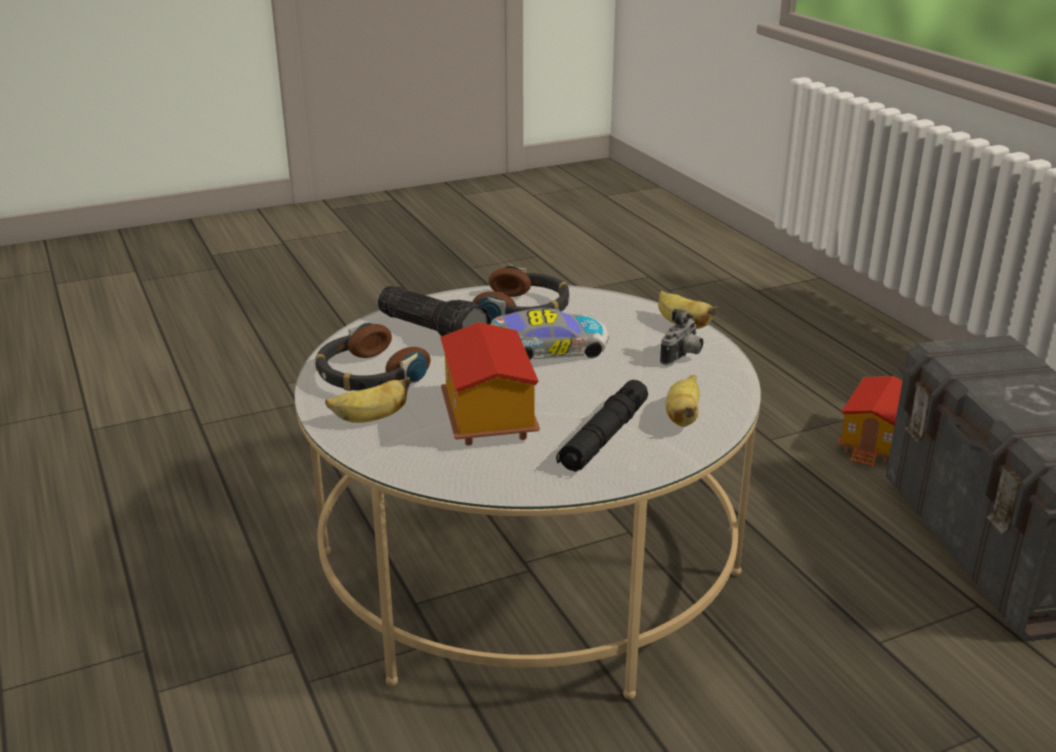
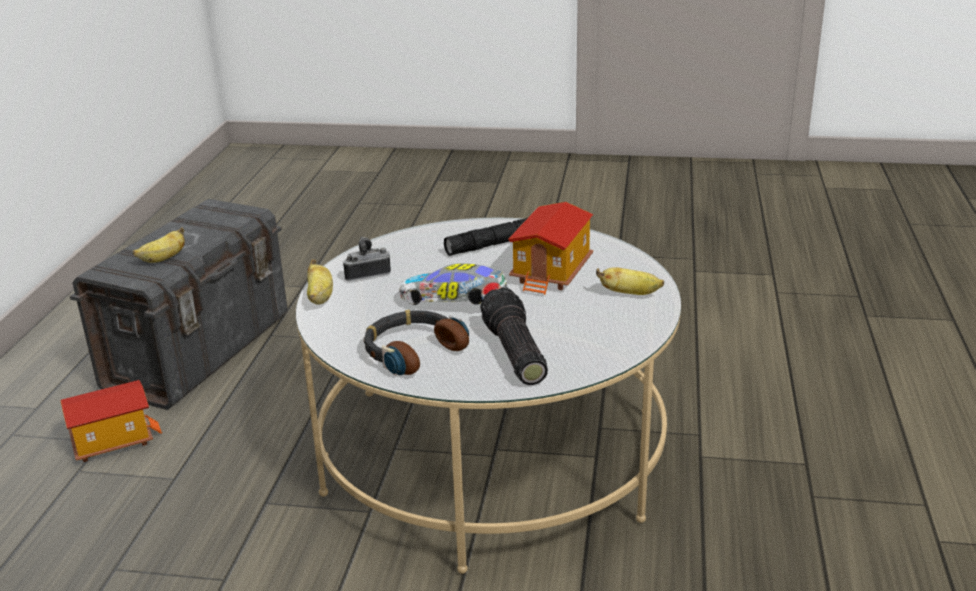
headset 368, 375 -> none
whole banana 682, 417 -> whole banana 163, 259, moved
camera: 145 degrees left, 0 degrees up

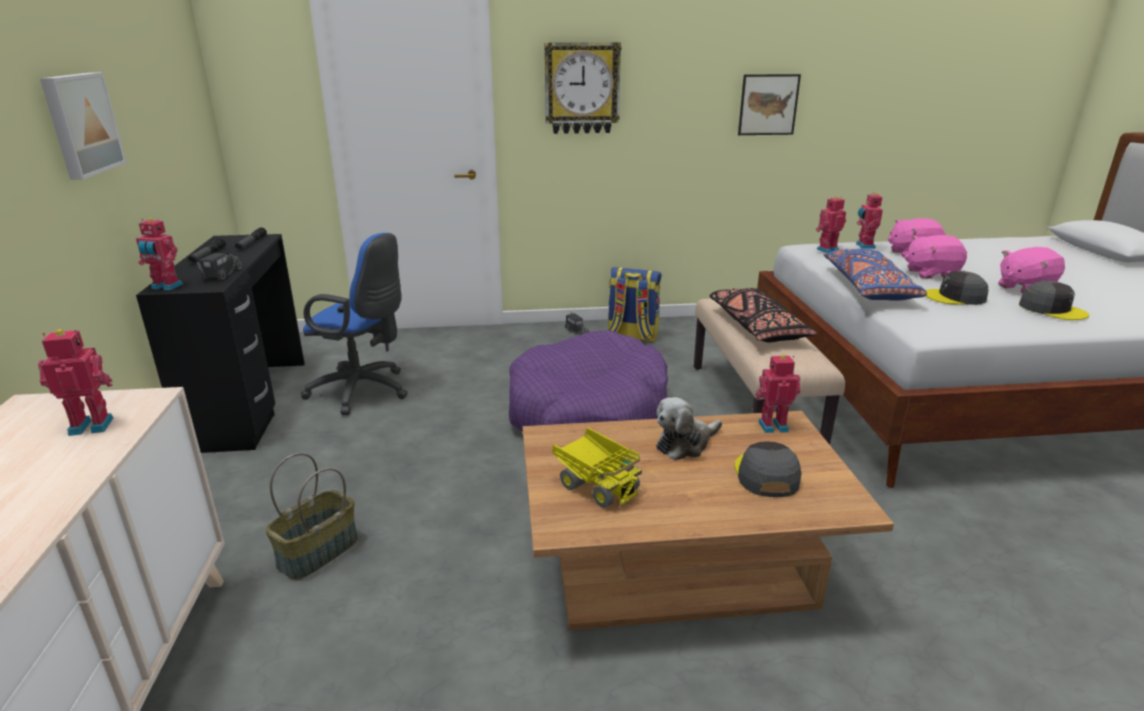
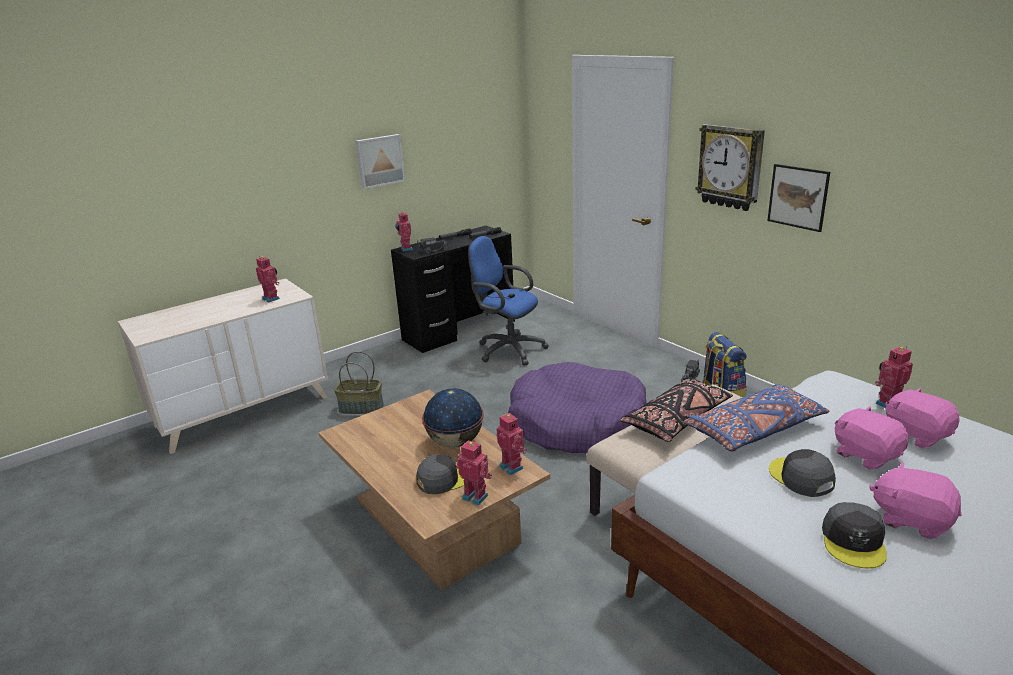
model truck 597, 485 -> none
wall art 768, 104 -> wall art 798, 197, moved
toy robot 826, 249 -> toy robot 476, 496, moved
cuddly toy 685, 444 -> desk globe 455, 442
blue computer chair 364, 391 -> blue computer chair 507, 350, 135 degrees clockwise
camera: 60 degrees right, 0 degrees up

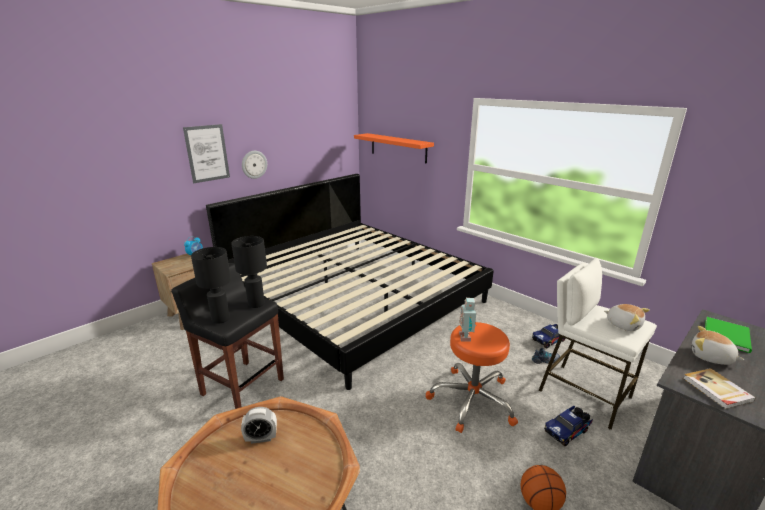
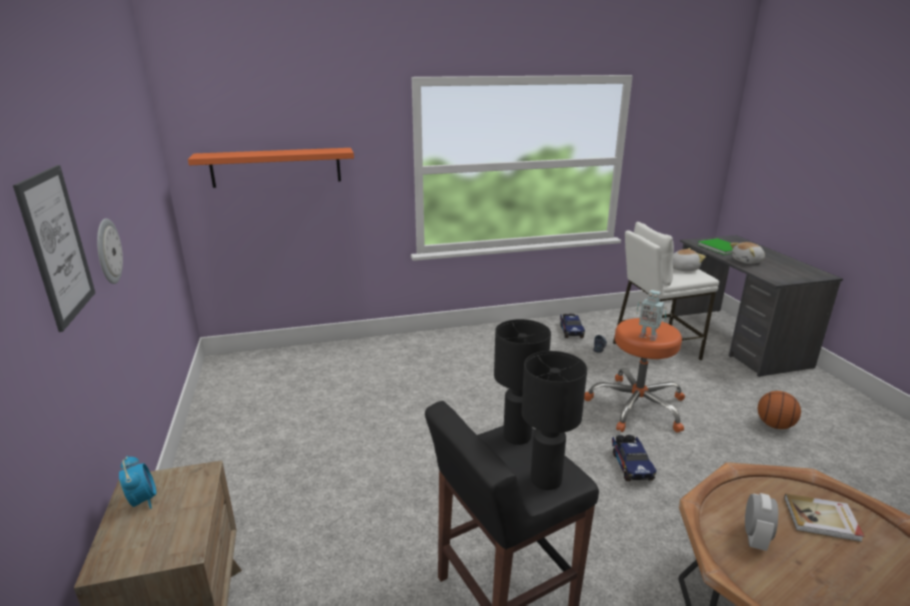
bed 353, 298 -> none
model truck 567, 430 -> model truck 631, 465, moved
book 716, 390 -> book 822, 519, moved
camera: 60 degrees left, 0 degrees up

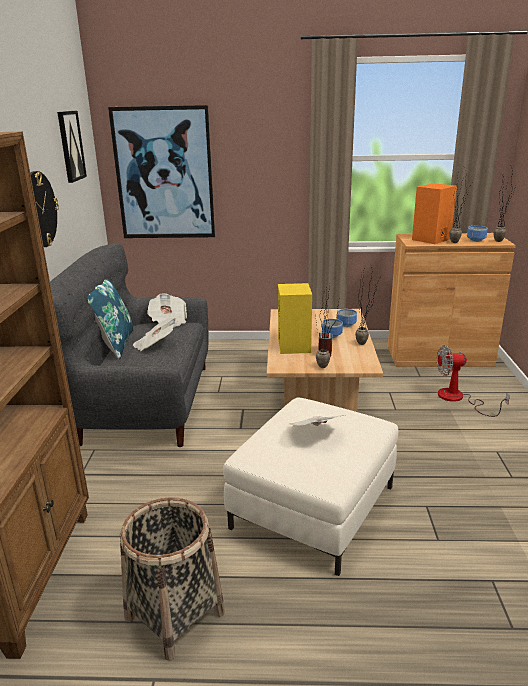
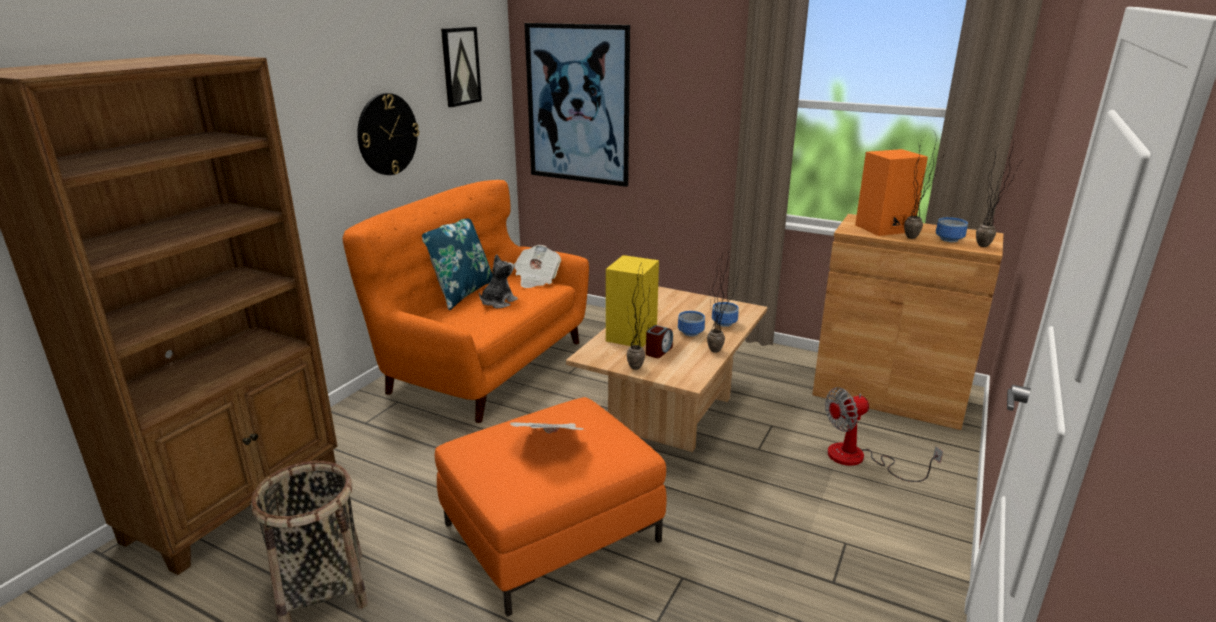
daily paper 155, 345 -> cuddly toy 498, 302
greyish couch 142, 402 -> orangey couch 483, 364
white pouffe 313, 507 -> orangey pouffe 551, 532
fan 458, 399 -> fan 859, 459, 45 degrees counterclockwise
camera: 25 degrees right, 0 degrees up

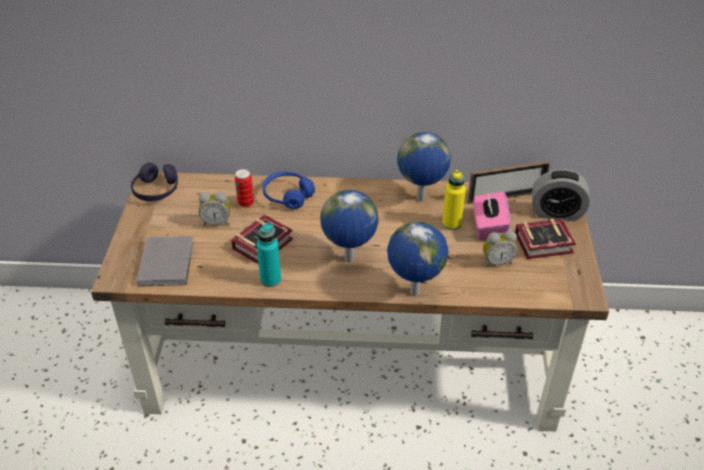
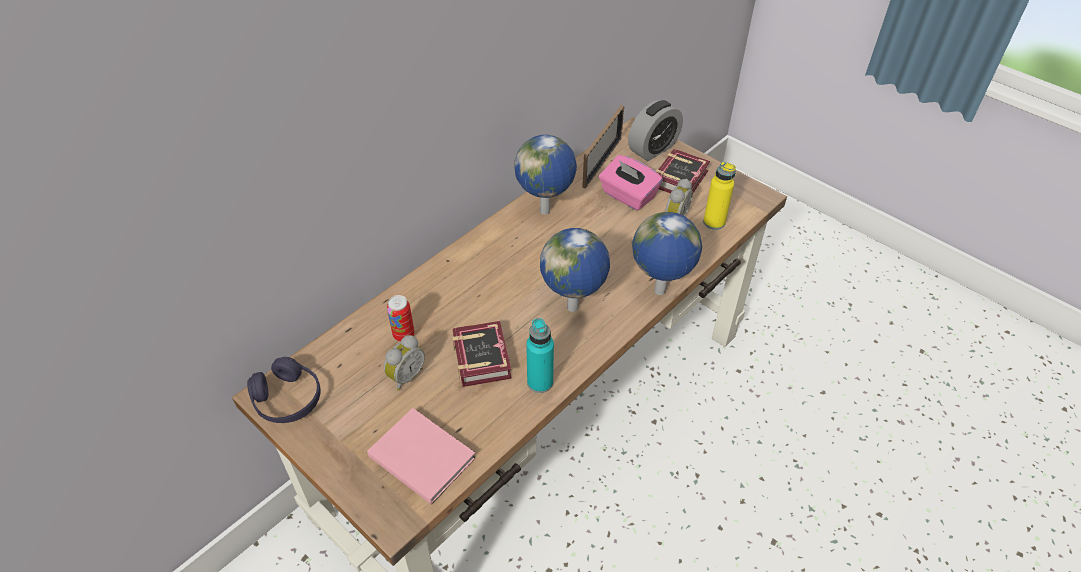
blue headset 287, 196 -> none
yellow-coloured drink bottle 451, 224 -> yellow-coloured drink bottle 714, 222, moved
greyish book 167, 262 -> pink book 421, 455
camera: 50 degrees left, 5 degrees up

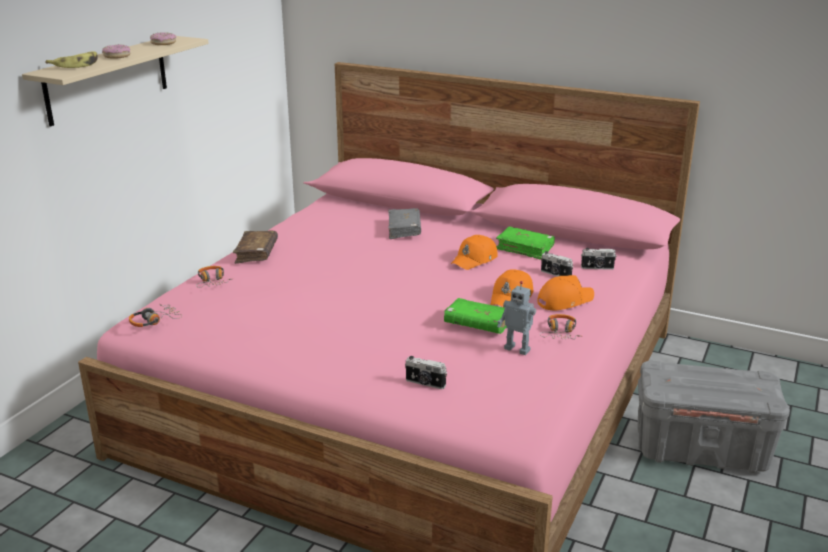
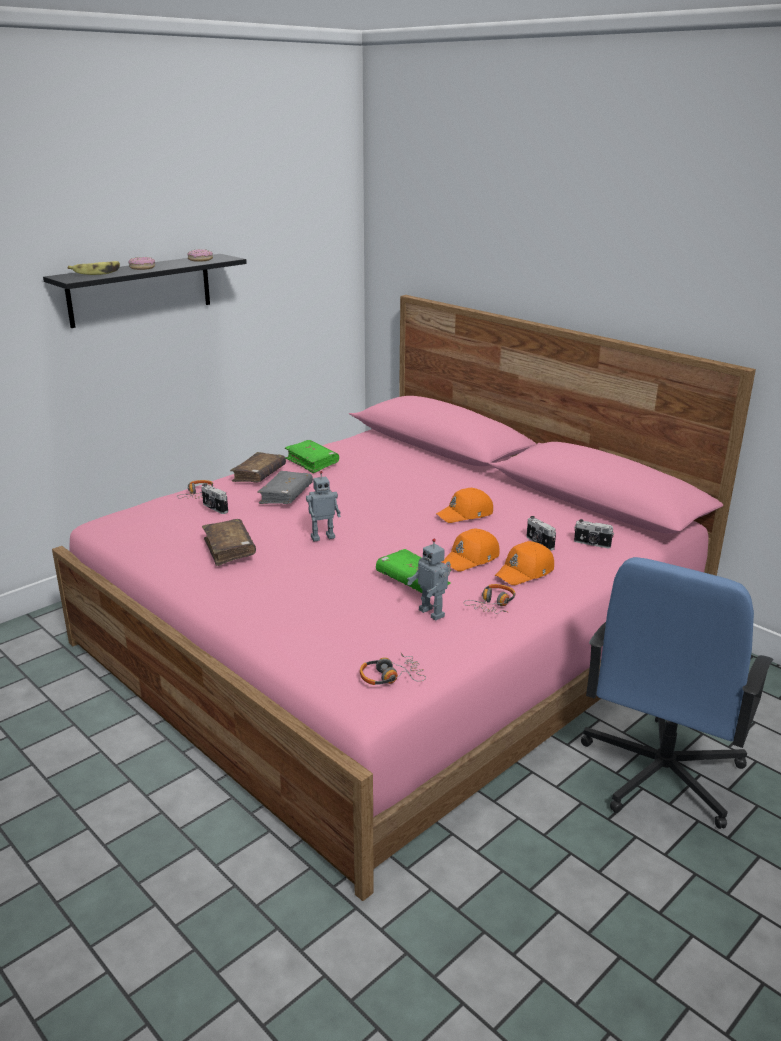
none -> brown-coloured book 229, 549
none -> toy robot 322, 537
headset 154, 321 -> headset 391, 676, moved
greyish book 404, 229 -> greyish book 286, 495, moved
photo camera 425, 383 -> photo camera 214, 508, moved
greenish book 525, 249 -> greenish book 312, 462, moved
greyish storage bin 700, 450 -> blue computer chair 660, 773
beige-coloured bracket shelf 107, 79 -> black-coloured bracket shelf 140, 290
orangey cap 564, 301 -> orangey cap 525, 572, 150 degrees clockwise
camera: 20 degrees right, 0 degrees up

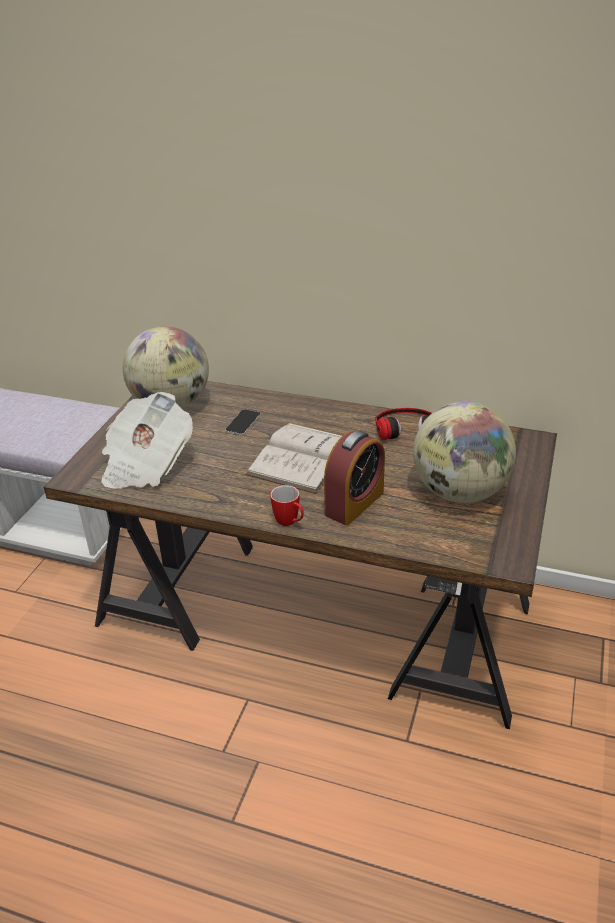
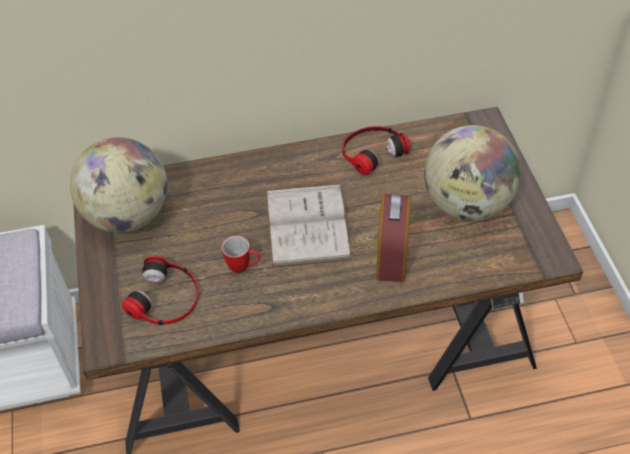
telephone 243, 423 -> none
coffee mug 290, 523 -> coffee mug 244, 267, moved
daily paper 146, 464 -> headset 165, 298
camera: 30 degrees left, 15 degrees up

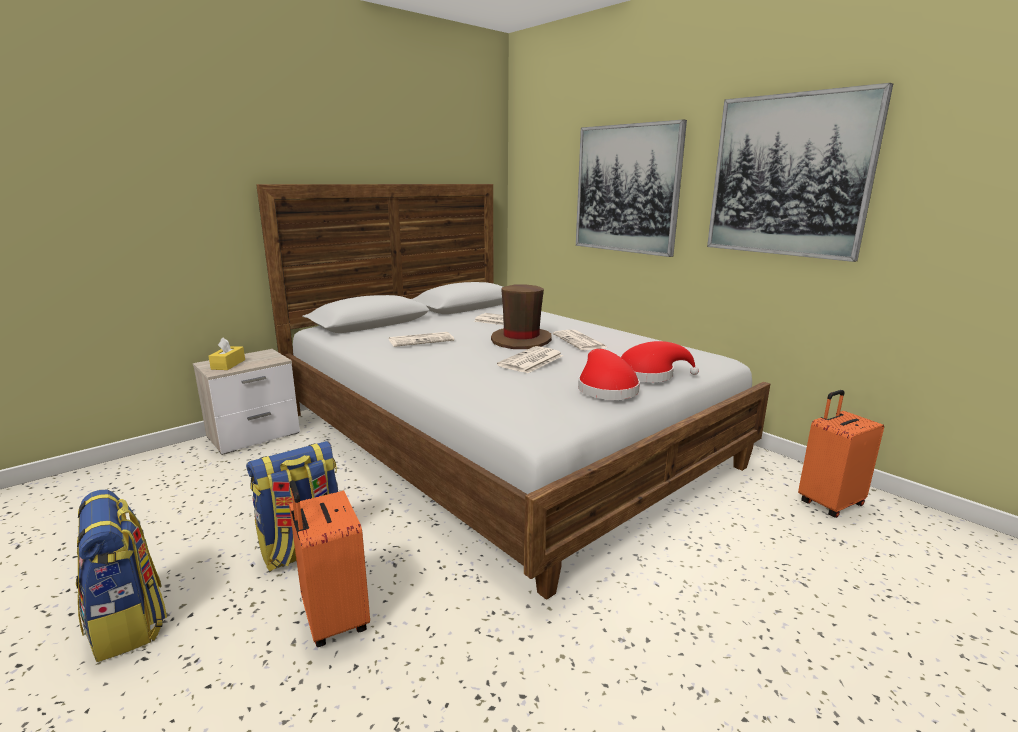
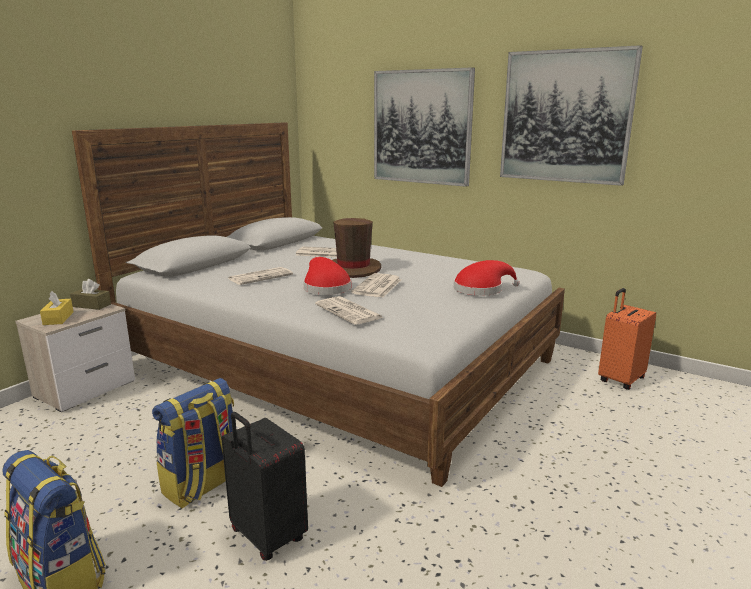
none -> brown-coloured tissue box 91, 305
daily paper 580, 341 -> daily paper 349, 311, moved
red wearable hat 605, 388 -> red wearable hat 325, 288, moved
orangey piece of luggage 333, 620 -> black-coloured piece of luggage 266, 537
camera: 15 degrees left, 0 degrees up

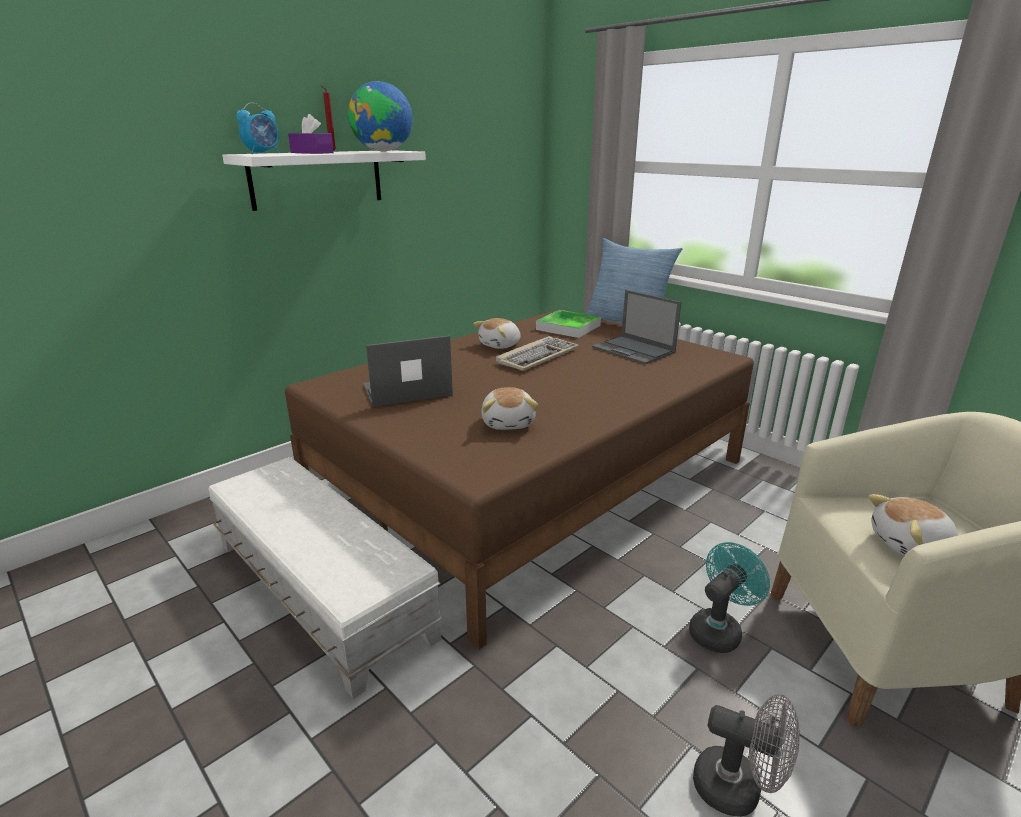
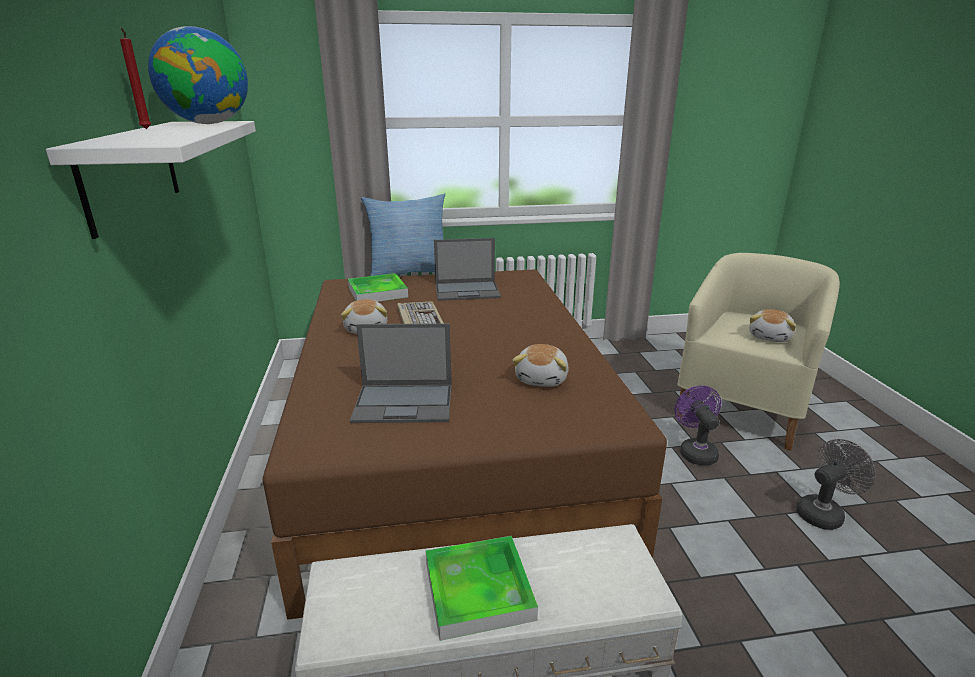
alarm clock 263, 153 -> none
purplish tissue box 312, 153 -> none
none -> tray 478, 590
turquoise fan 719, 630 -> purplish fan 695, 451
laptop 406, 390 -> laptop 405, 403, 105 degrees counterclockwise
cuddly toy 509, 423 -> cuddly toy 542, 379, 75 degrees clockwise
camera: 55 degrees left, 0 degrees up

